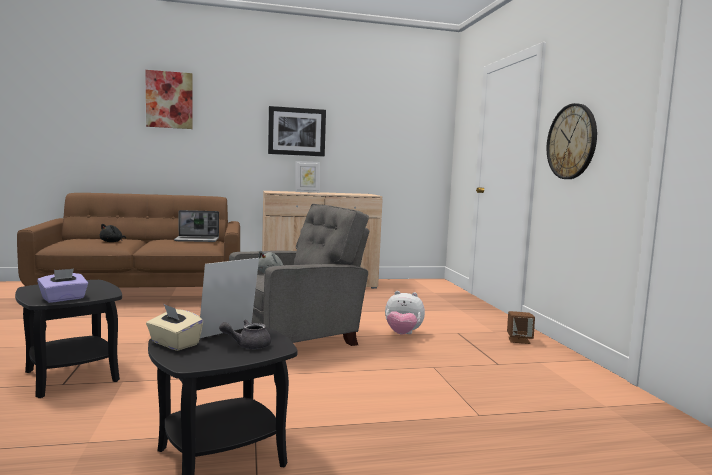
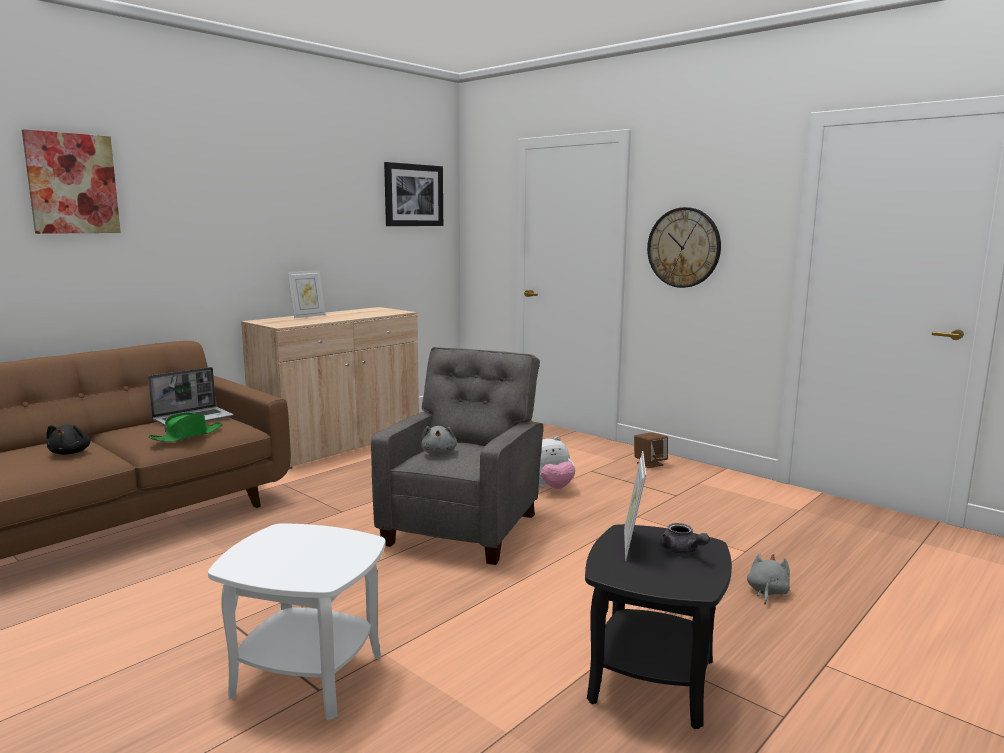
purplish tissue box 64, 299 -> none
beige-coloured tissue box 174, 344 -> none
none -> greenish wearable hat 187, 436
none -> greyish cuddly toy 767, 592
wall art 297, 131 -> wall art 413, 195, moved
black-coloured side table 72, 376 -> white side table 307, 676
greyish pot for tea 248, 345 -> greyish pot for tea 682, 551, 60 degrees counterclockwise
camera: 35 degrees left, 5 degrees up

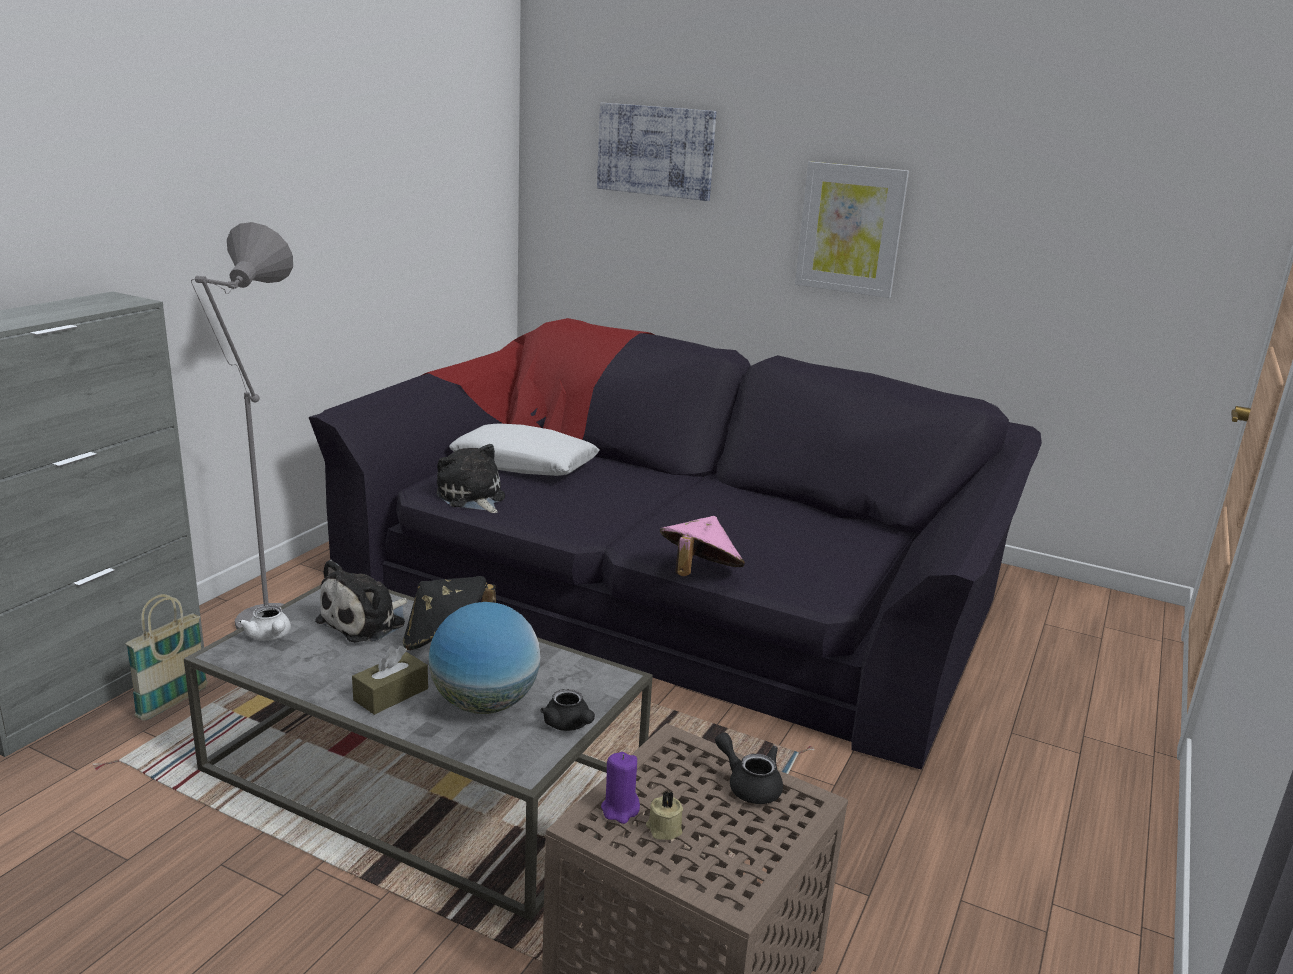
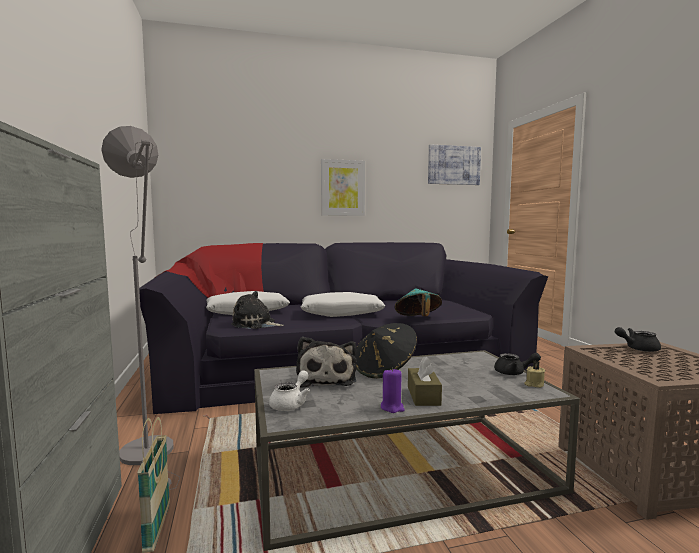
desk globe 485, 704 -> none
none -> white throw pillow 341, 313
wall art 656, 151 -> wall art 454, 165, moved
purplish wax light 620, 809 -> purplish wax light 392, 408, moved
beige-coloured wax light 663, 829 -> beige-coloured wax light 533, 384, moved
pink wearable hat 698, 573 -> turquoise wearable hat 417, 319
white pot for tea 270, 637 -> white pot for tea 291, 404, 75 degrees counterclockwise
camera: 40 degrees left, 15 degrees down

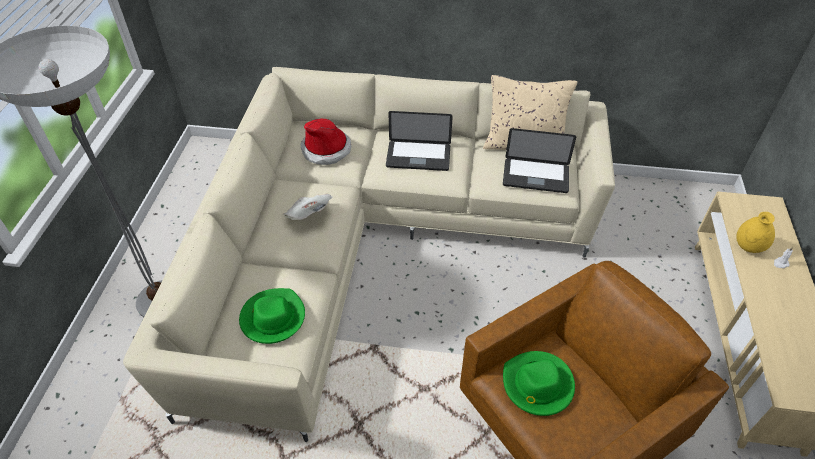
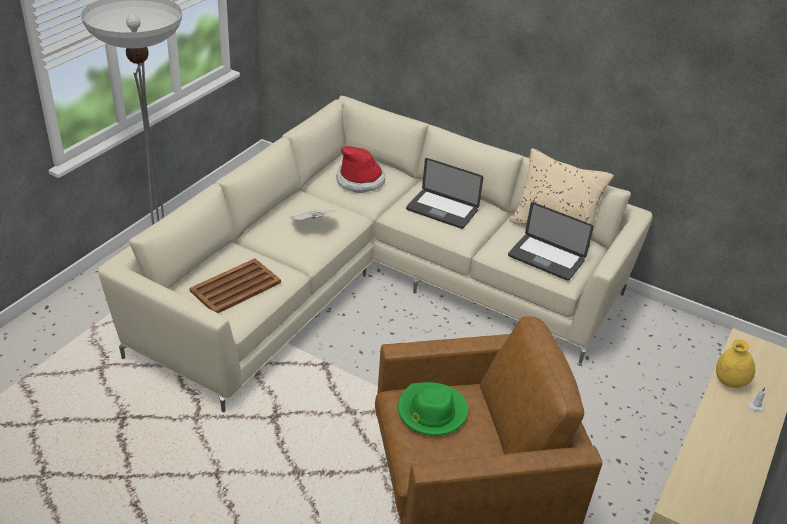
greenish wearable hat 273, 318 -> brown-coloured tray 235, 287
camera: 20 degrees right, 10 degrees down

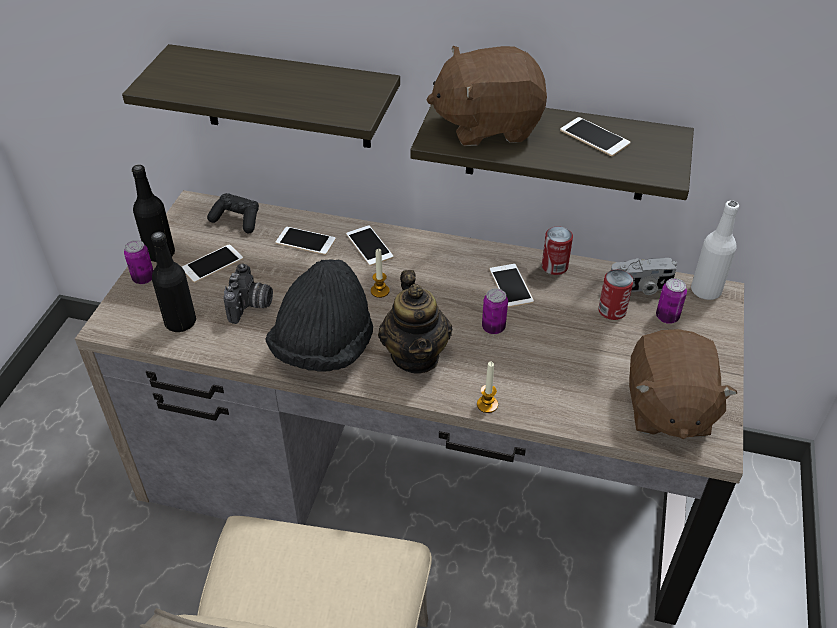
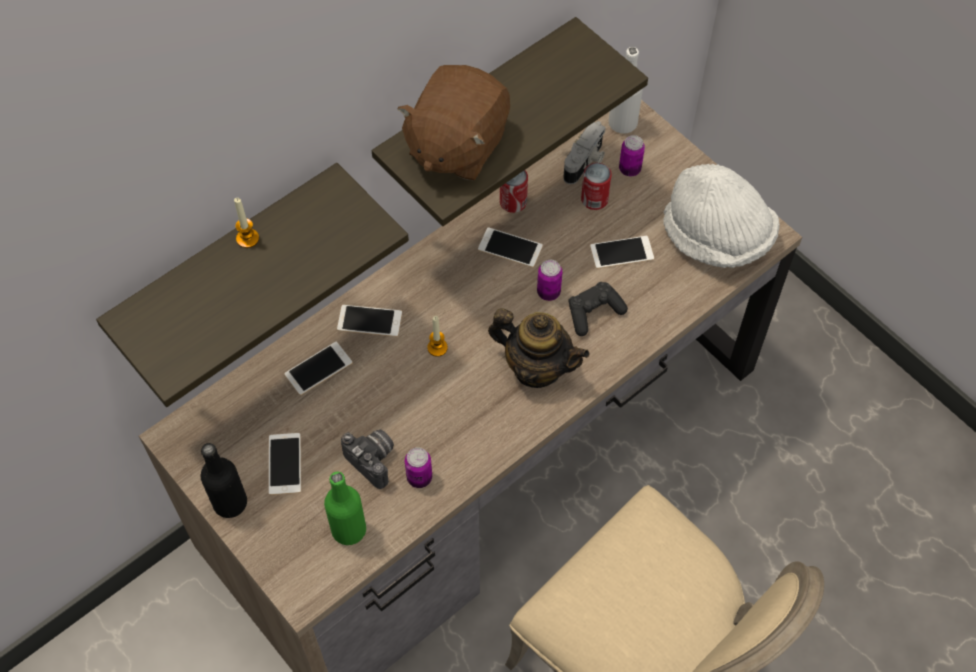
black-coloured wearable hat 324, 348 -> none
metal can 143, 278 -> metal can 419, 477, moved
black-coloured gamepad 237, 220 -> black-coloured gamepad 593, 313, moved
wax light 487, 404 -> wax light 247, 238, moved
telephone 594, 137 -> telephone 621, 252, moved
brown-coloured cuddly toy 667, 409 -> white wearable hat 716, 238
black-coloured drink bottle 180, 322 -> greenish drink bottle 349, 530
camera: 55 degrees left, 15 degrees up

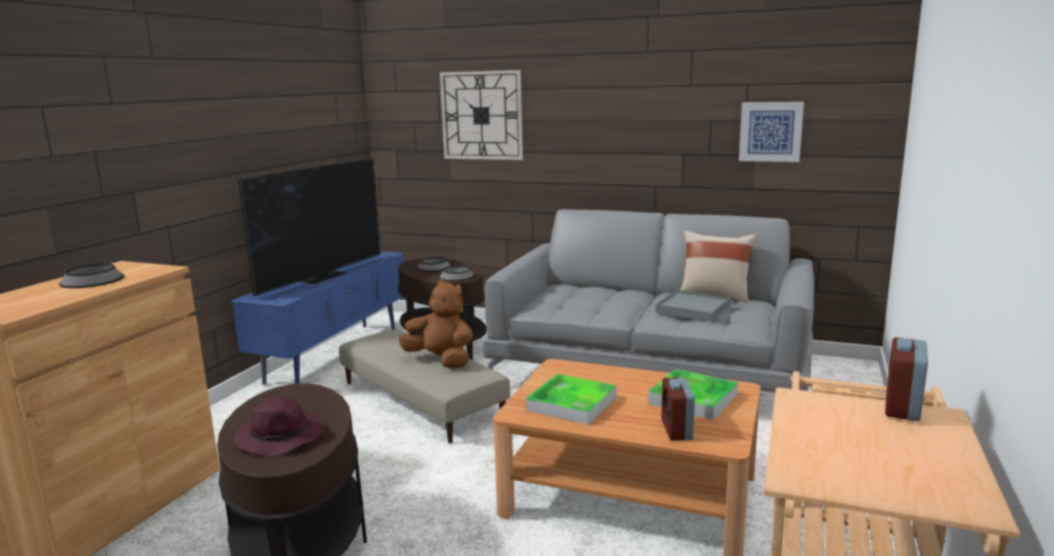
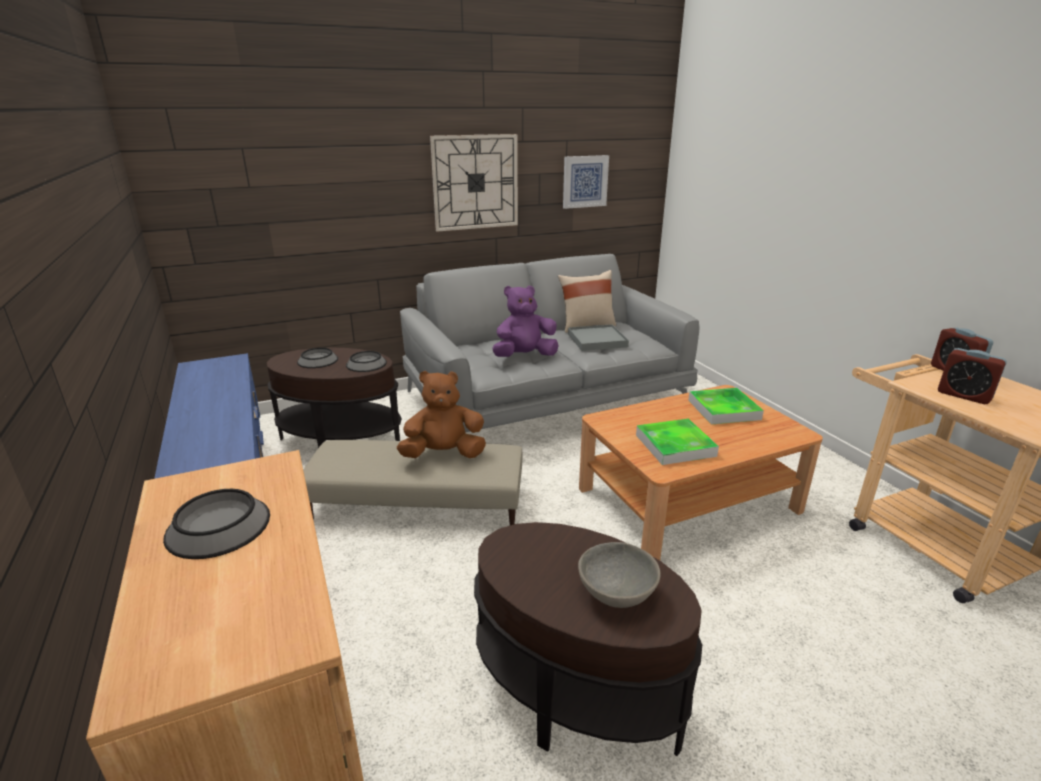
television 323, 276 -> none
none -> purplish cuddly toy 524, 356
clock on the wall 482, 115 -> clock on the wall 475, 182, moved
alarm clock 676, 430 -> alarm clock 964, 395, moved
purplish wearable hat 282, 438 -> greyish deep dish 616, 591
camera: 45 degrees left, 10 degrees up

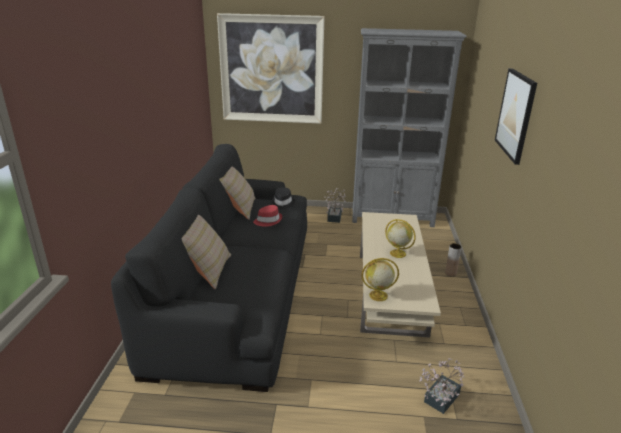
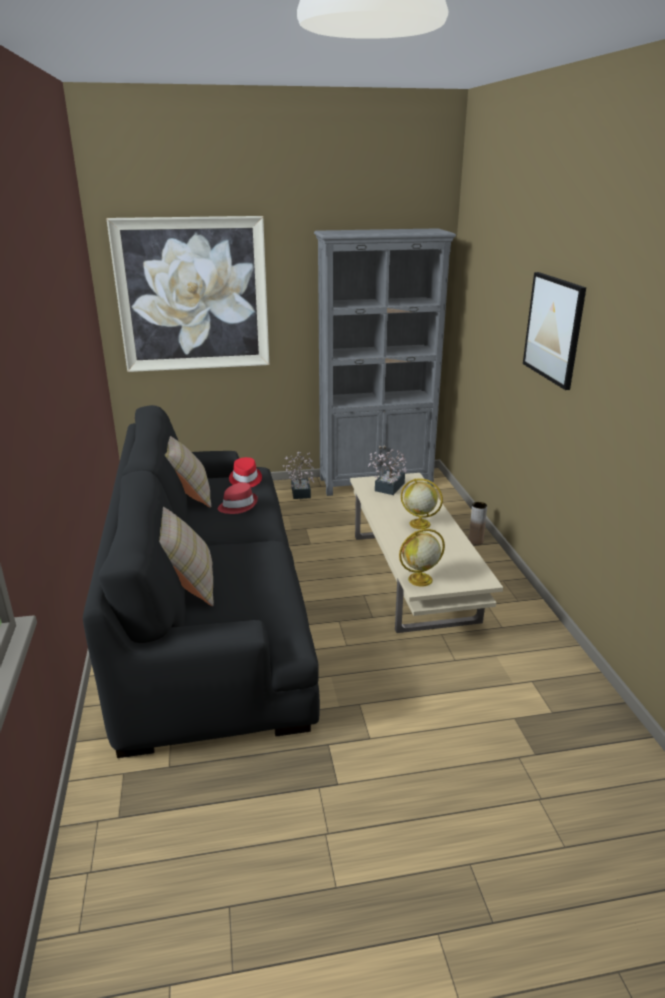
houseplant 439, 400 -> houseplant 387, 488, moved
black-coloured wearable hat 282, 203 -> red wearable hat 245, 479
camera: 15 degrees left, 0 degrees up

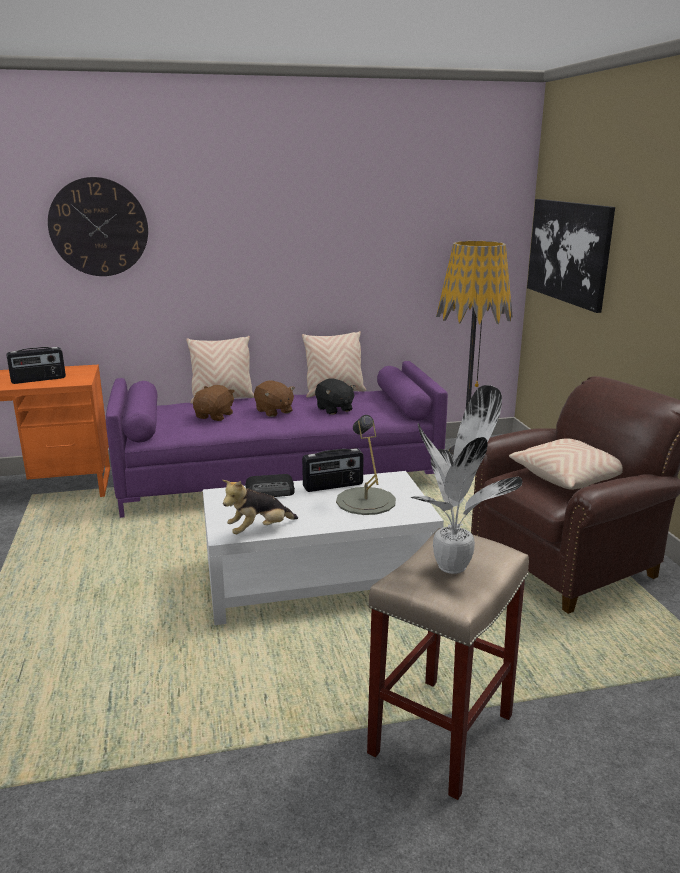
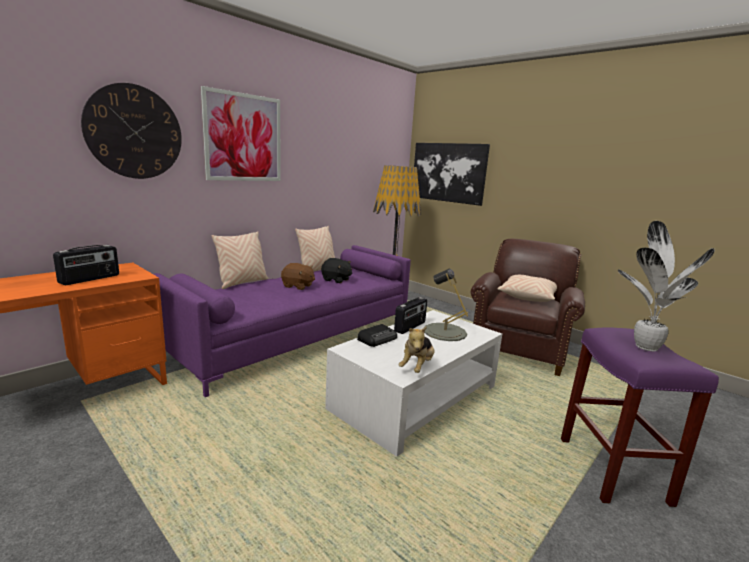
brown-coloured cuddly toy 215, 416 -> none
none -> wall art 243, 138
beige-coloured sitting stool 441, 732 -> purplish sitting stool 611, 468
camera: 35 degrees left, 5 degrees down

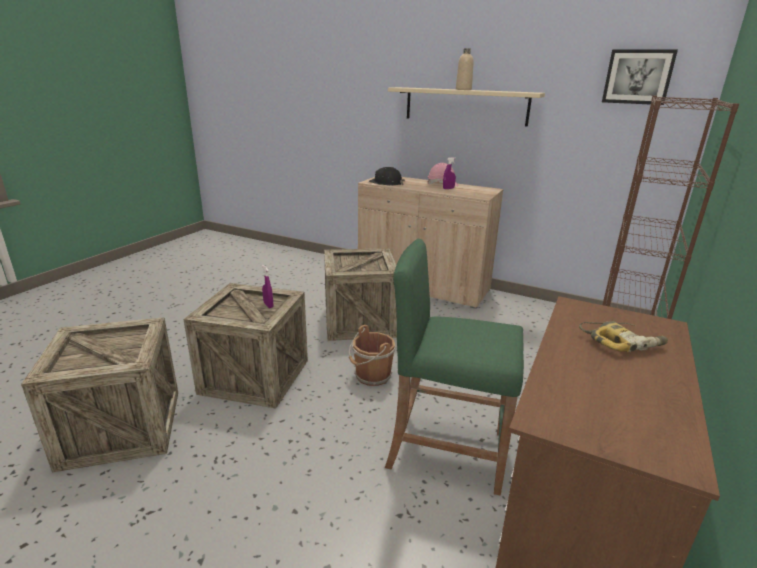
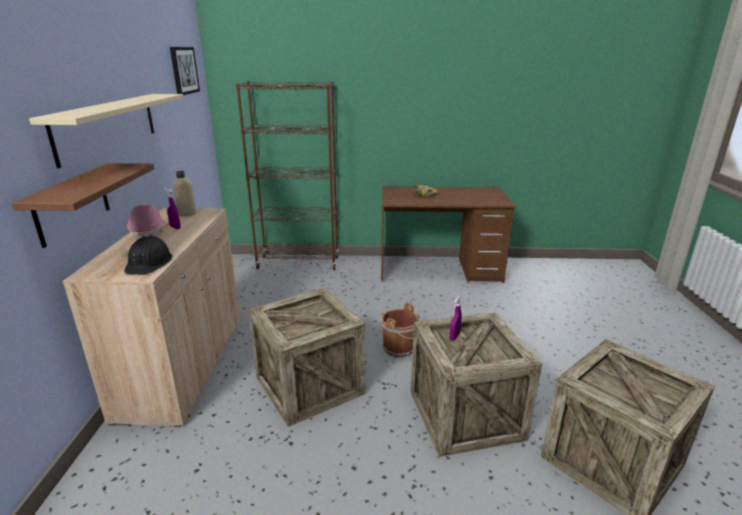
greenish sitting stool 446, 449 -> none
none -> brown-coloured bracket shelf 72, 203
beige-coloured drink bottle 463, 89 -> beige-coloured drink bottle 187, 213, moved
camera: 115 degrees left, 0 degrees up

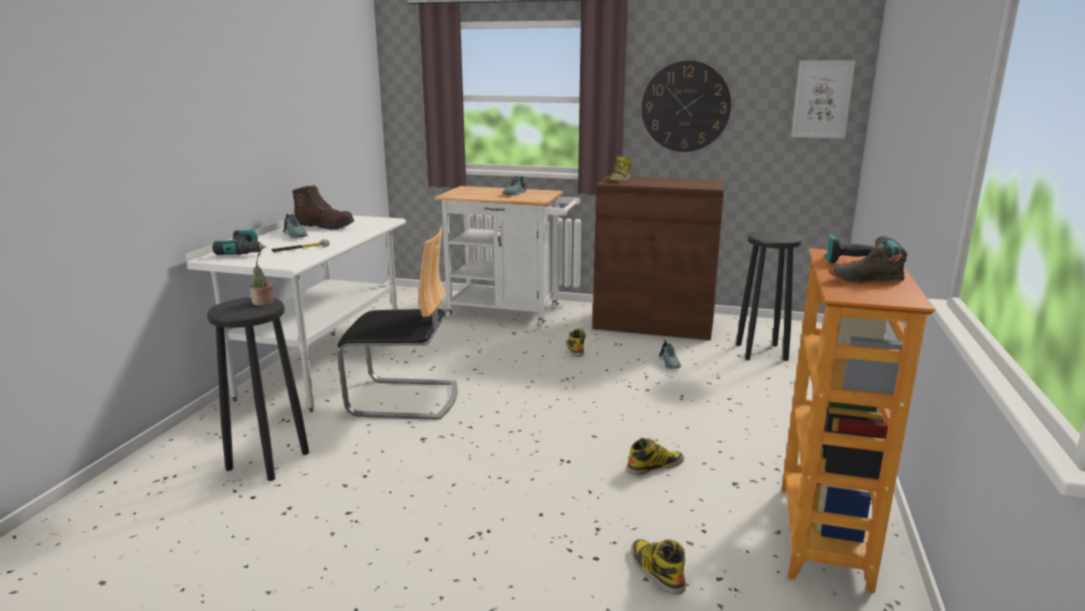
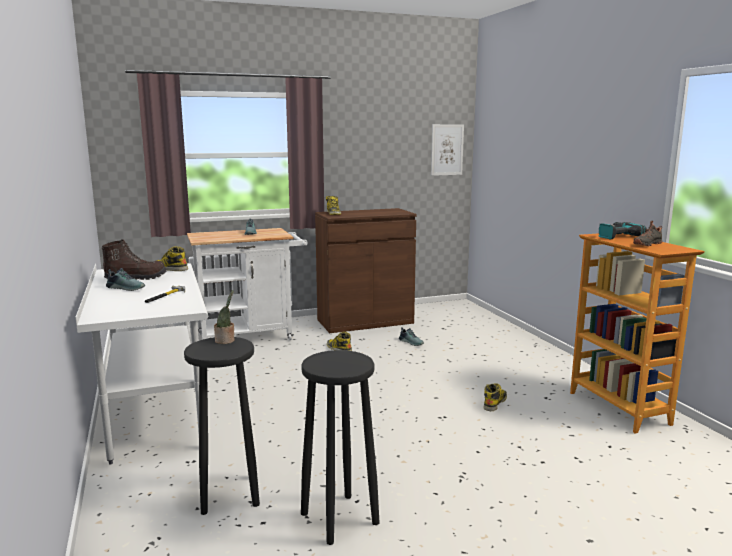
electric drill 245, 251 -> none
chair 404, 399 -> none
clock on the wall 685, 106 -> none
tall boot 656, 570 -> tall boot 169, 268, moved
black-coloured sitting stool 761, 352 -> black-coloured sitting stool 339, 517, moved
camera: 35 degrees left, 5 degrees down

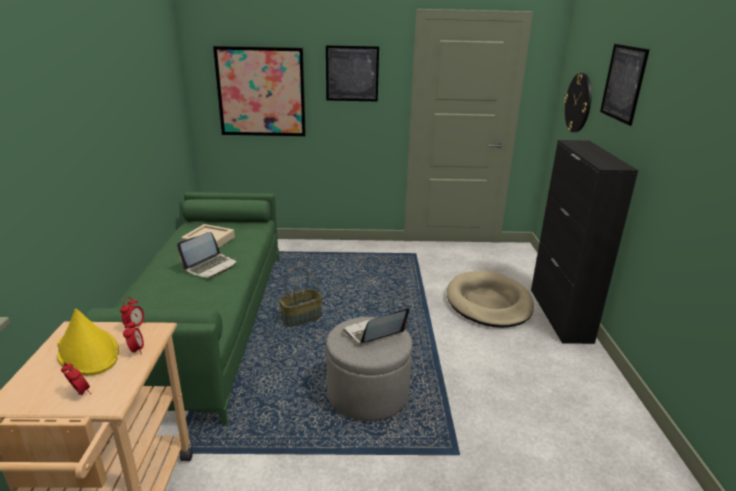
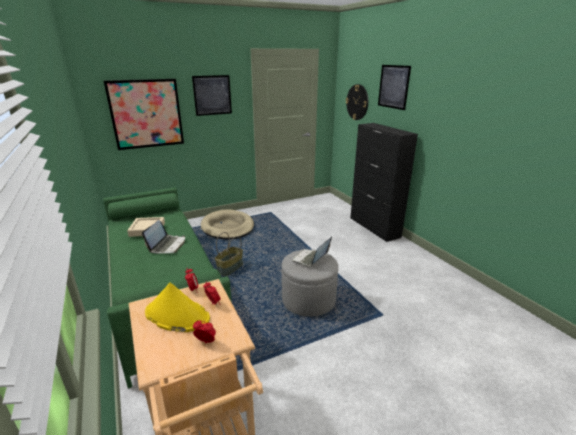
beige-coloured pet bed 488, 303 -> beige-coloured pet bed 228, 227, moved
camera: 25 degrees left, 0 degrees up

